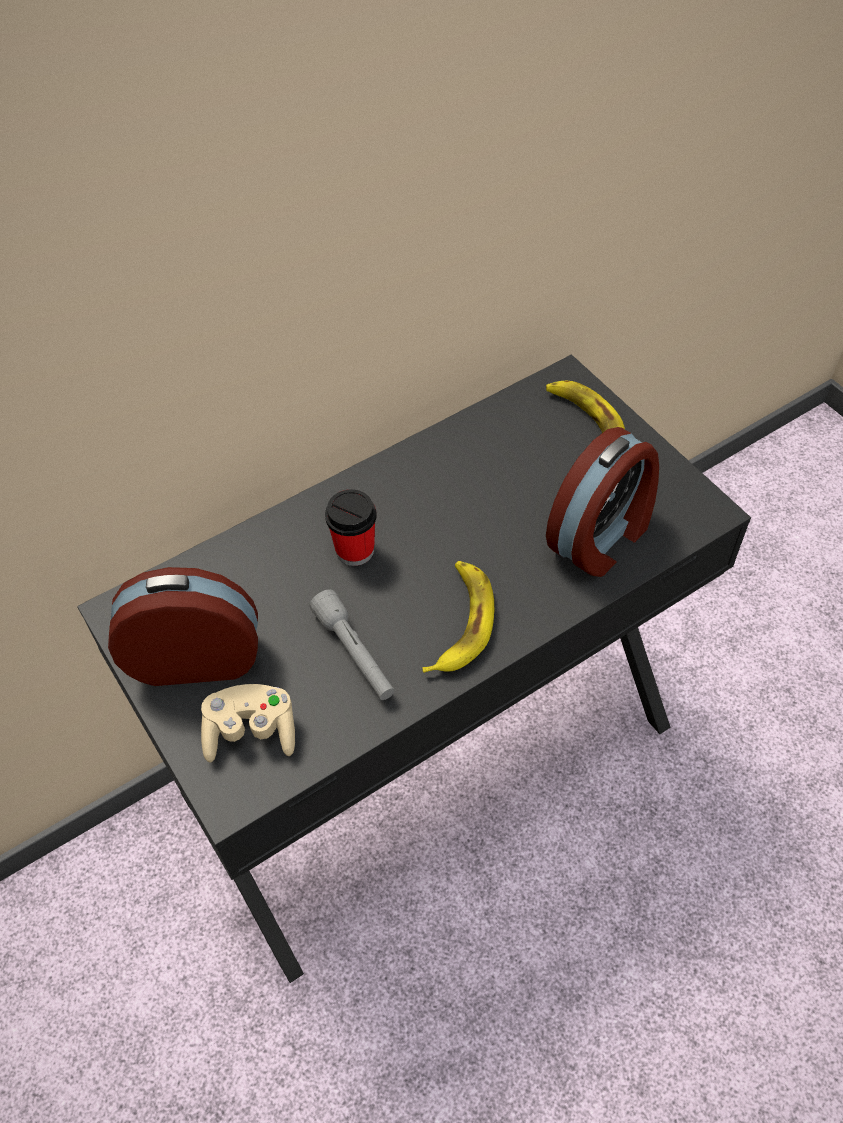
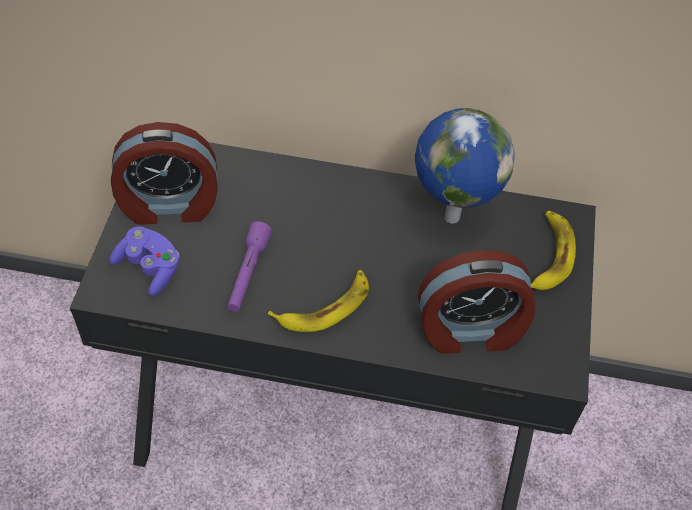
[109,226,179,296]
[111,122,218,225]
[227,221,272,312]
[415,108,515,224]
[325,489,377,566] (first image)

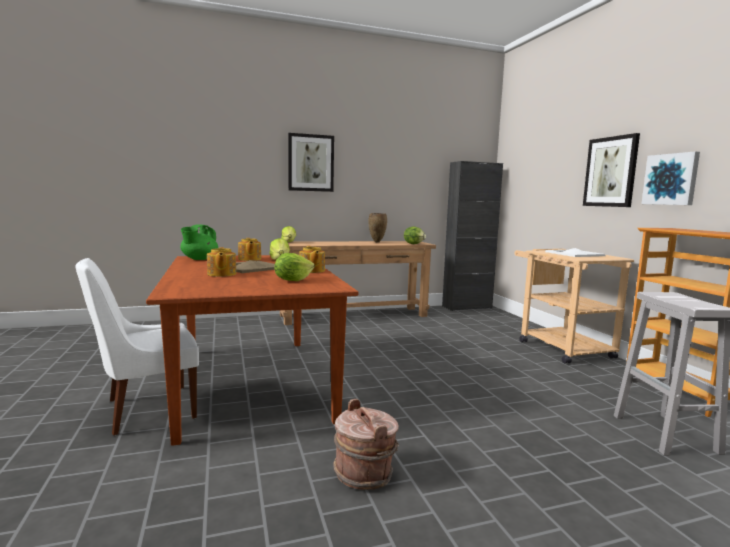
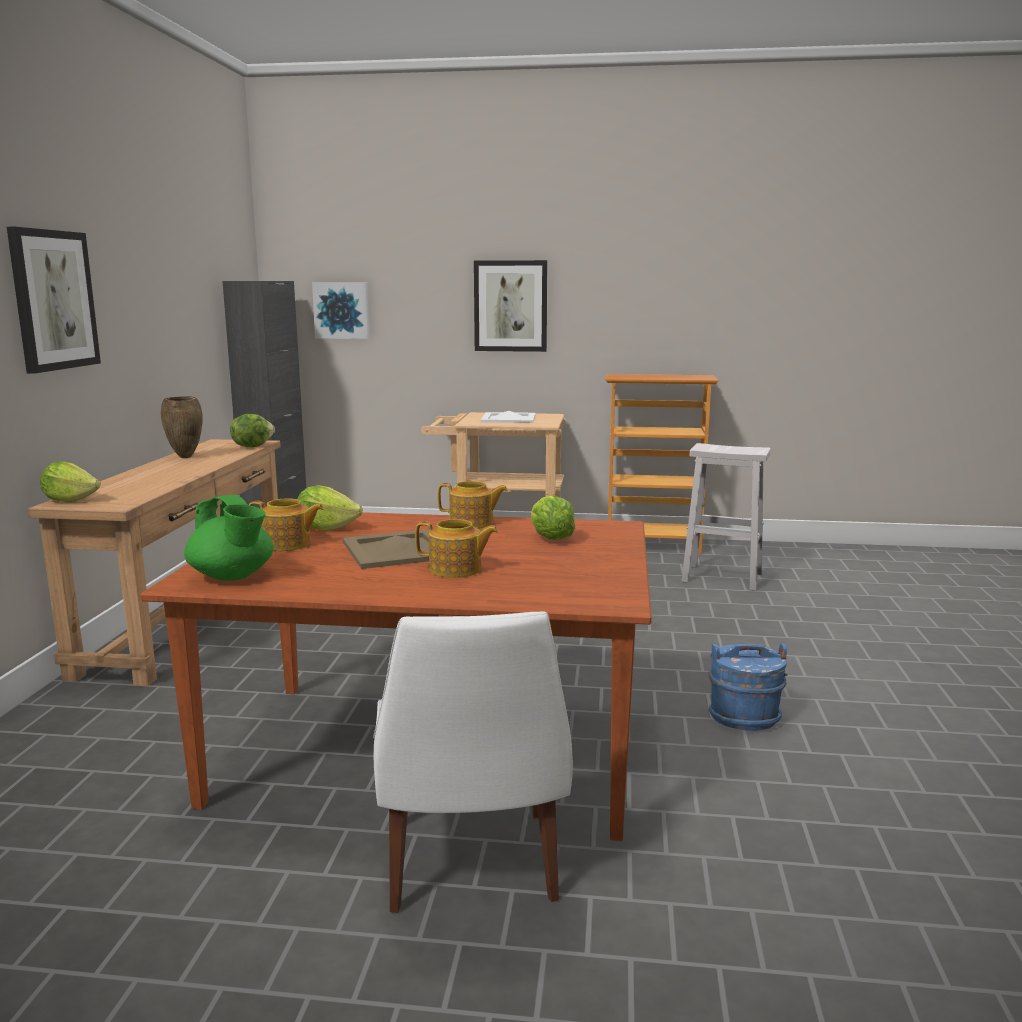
[312,283,370,339]
[709,643,788,731]

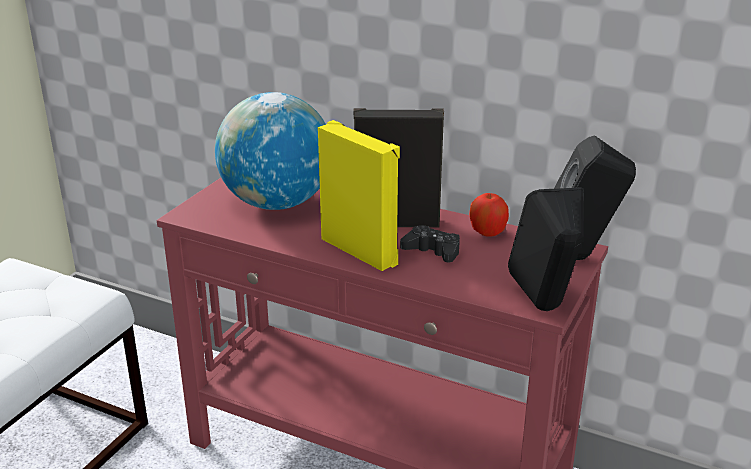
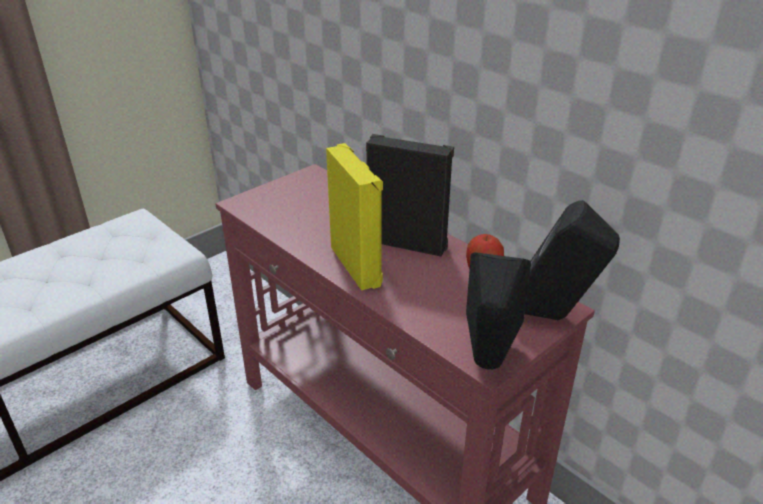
[215,92,326,210] (first image)
[400,225,460,262] (first image)

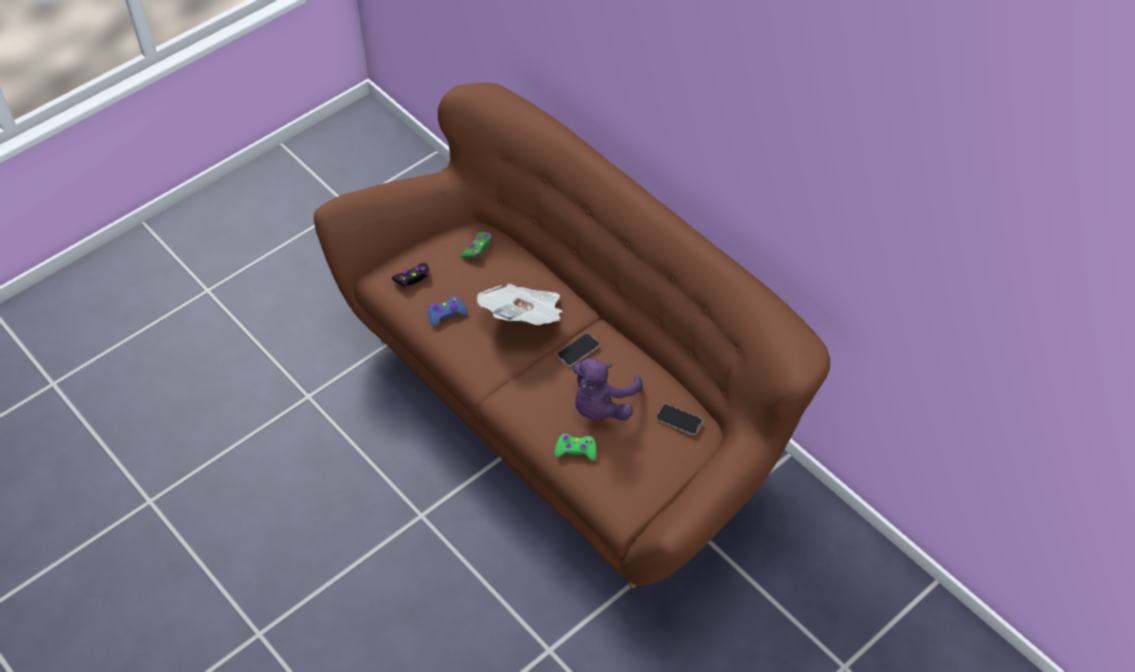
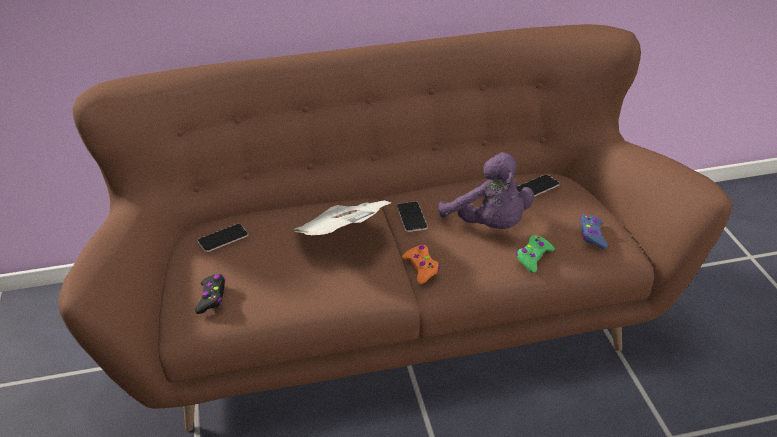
[198,224,248,252]
[402,245,440,284]
[580,214,608,249]

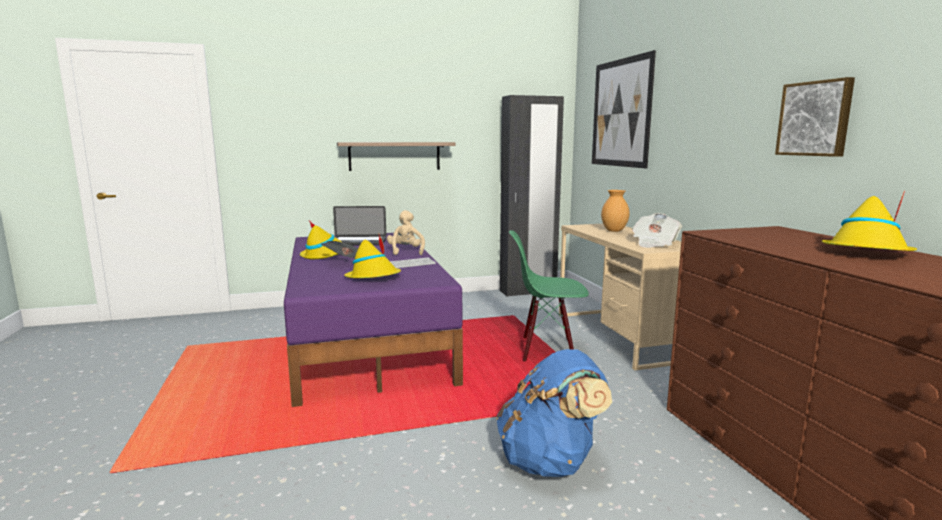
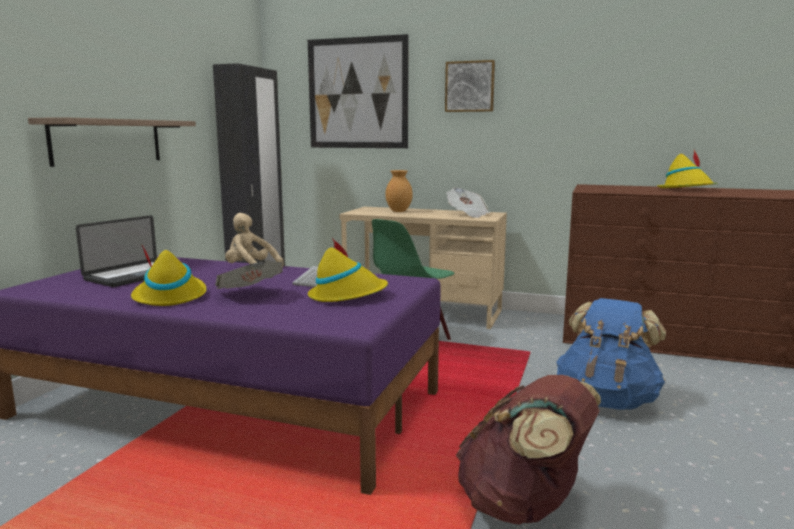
[445,60,495,112]
[456,375,601,525]

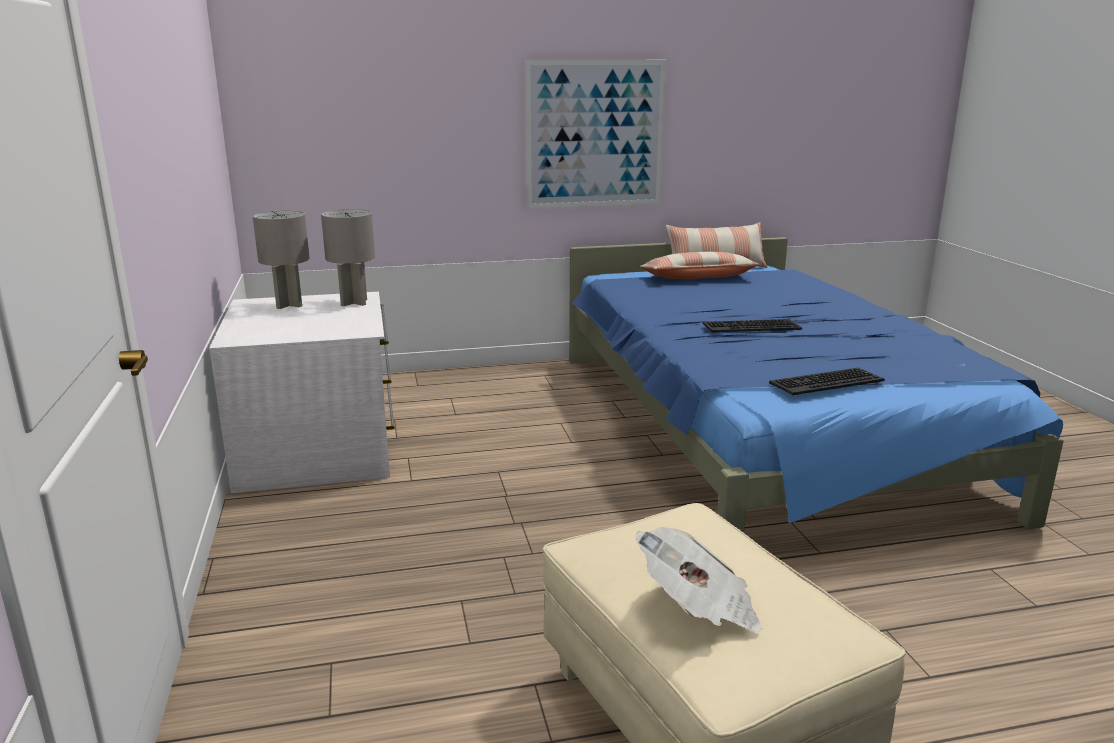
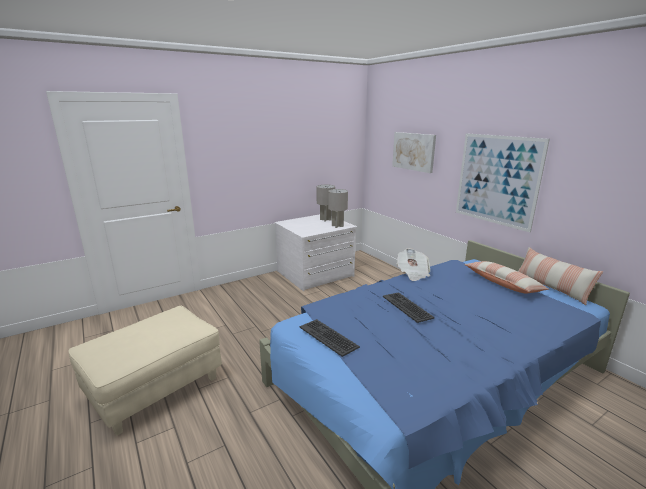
[392,132,436,173]
[397,248,430,281]

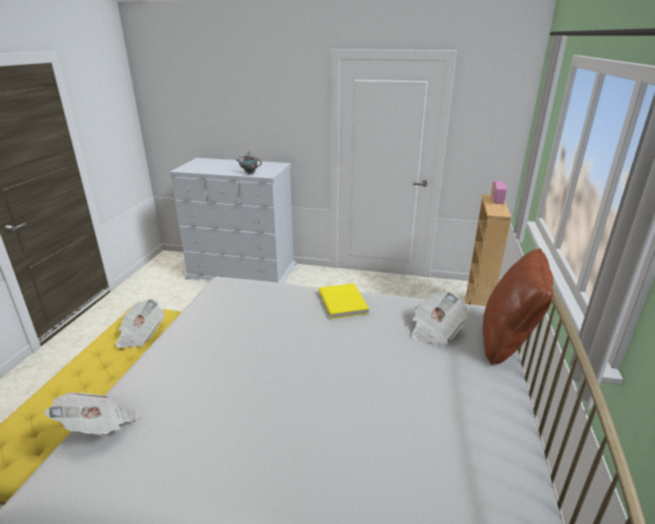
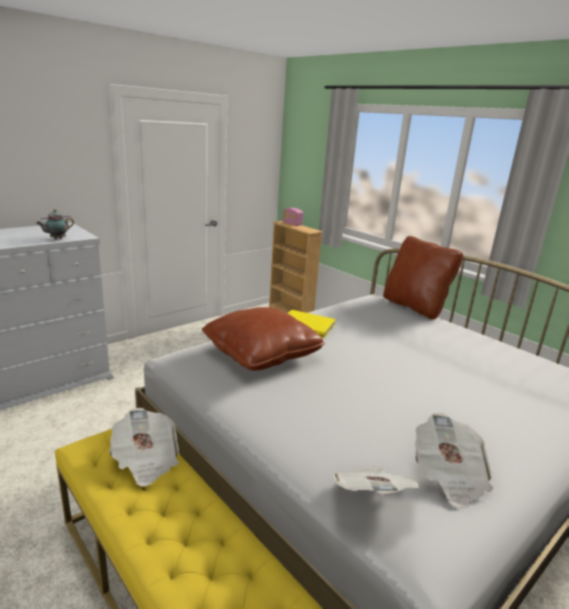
[202,307,325,371]
[415,413,493,508]

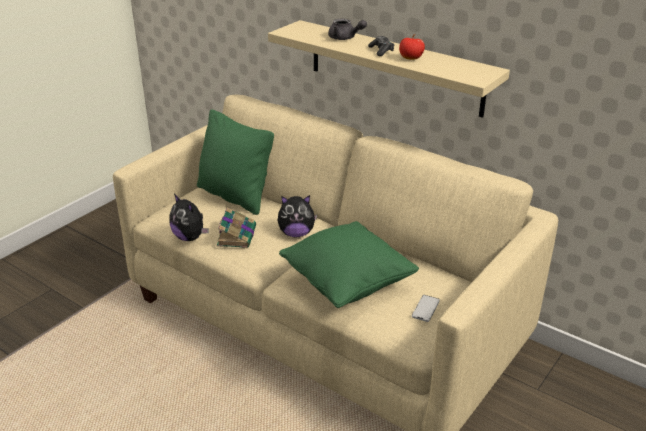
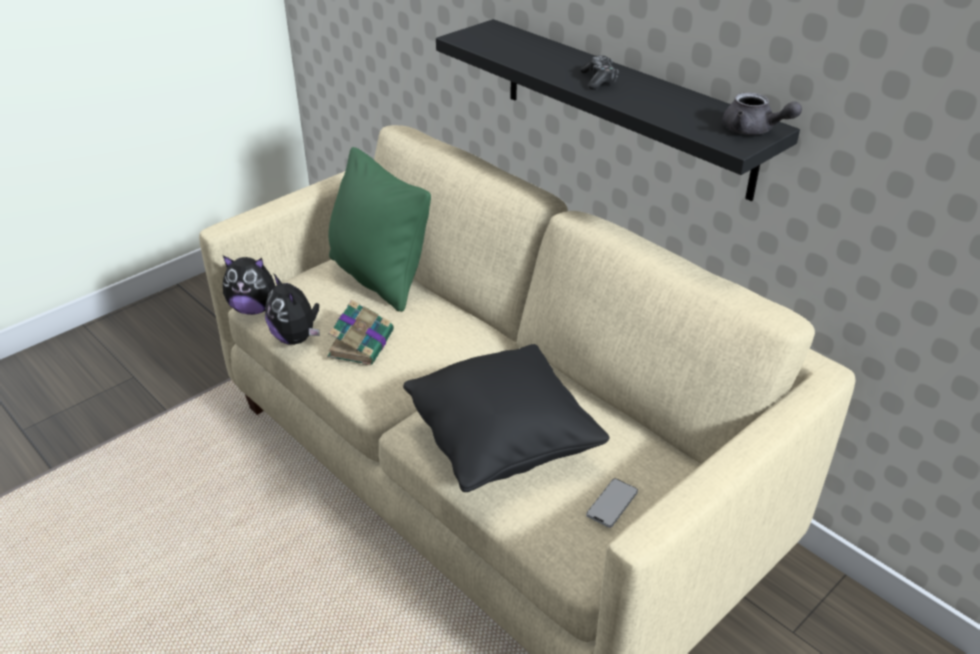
[223,256,276,315]
[403,344,610,492]
[436,19,800,201]
[722,92,802,135]
[399,34,425,60] (first image)

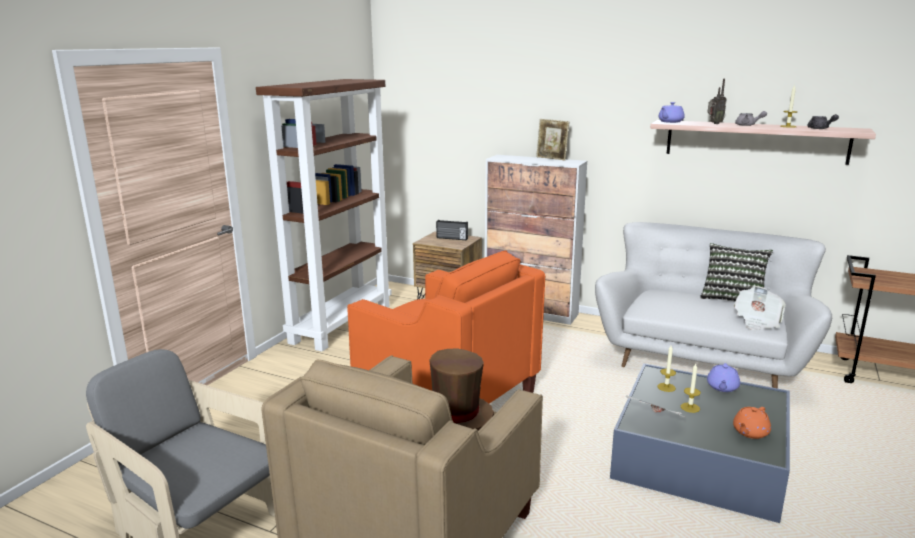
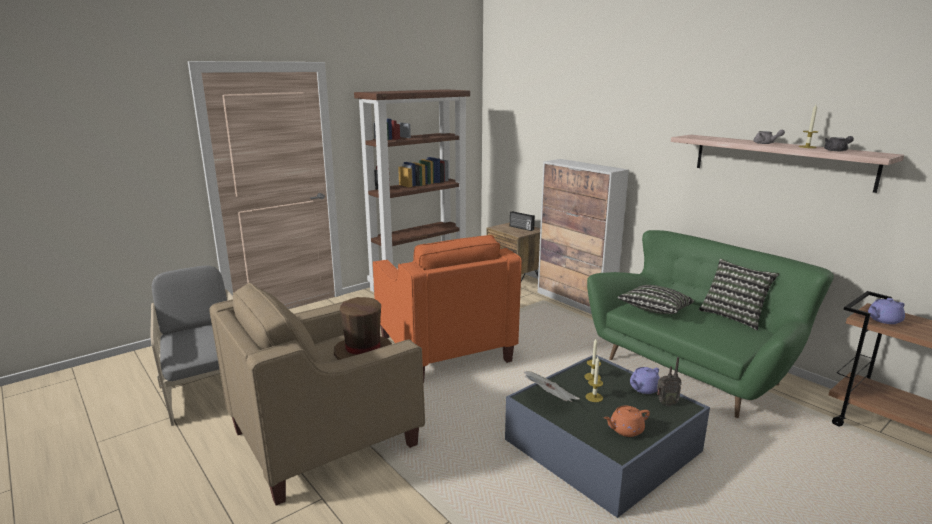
[587,230,834,418]
[617,285,694,314]
[657,357,682,406]
[868,298,905,324]
[536,119,569,161] (first image)
[734,286,786,330] (first image)

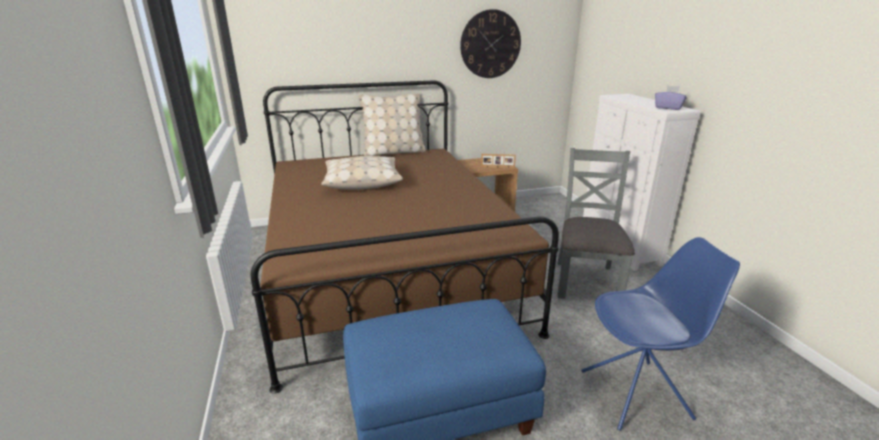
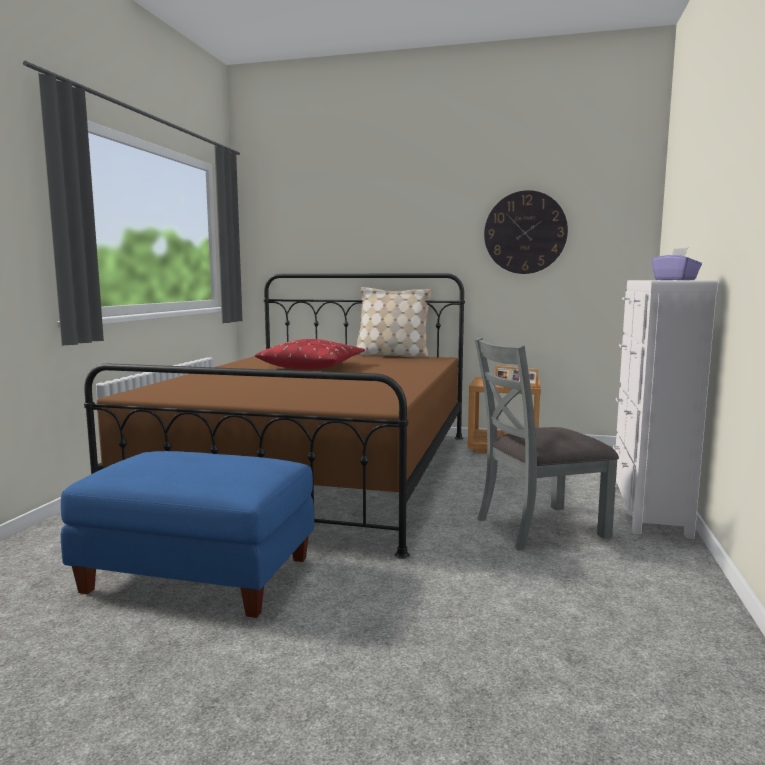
[255,339,365,370]
[475,337,619,551]
[581,237,740,431] (first image)

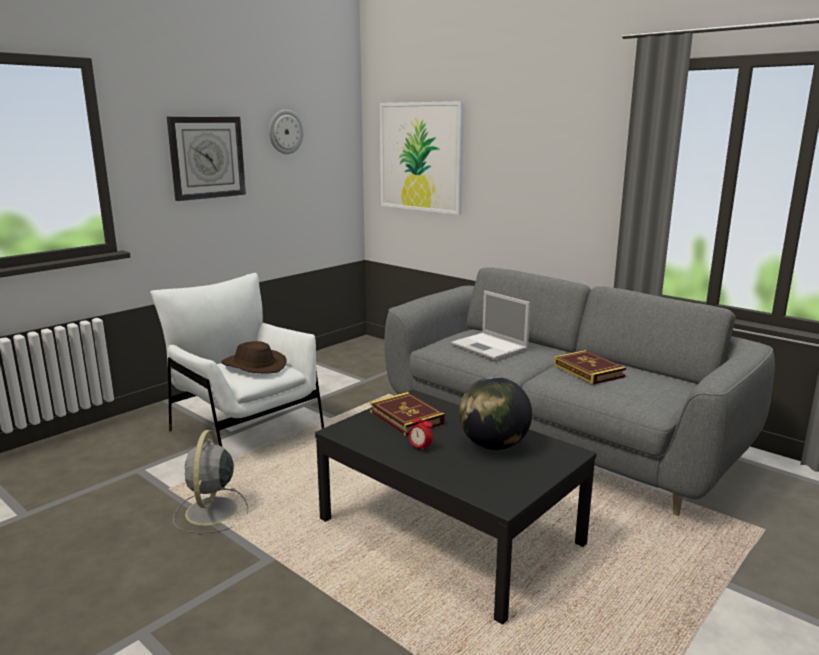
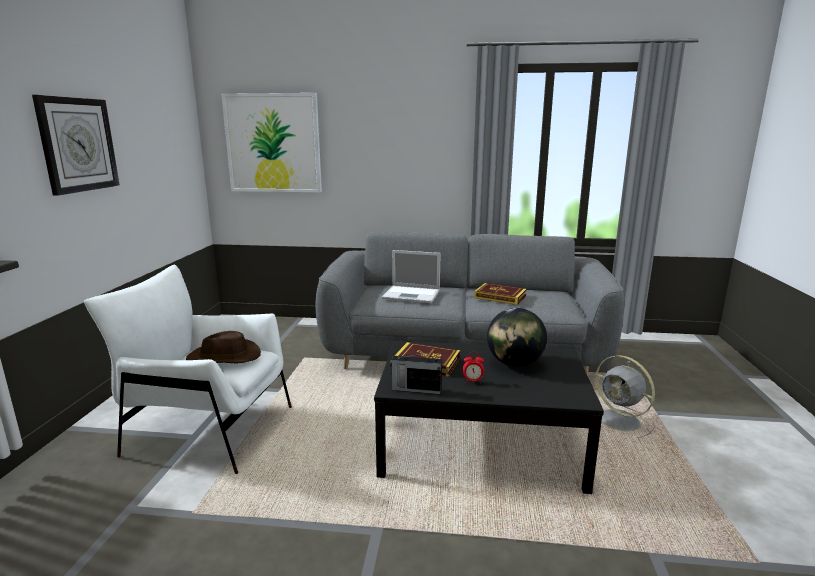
[390,352,442,394]
[595,355,655,438]
[269,110,304,154] (first image)

